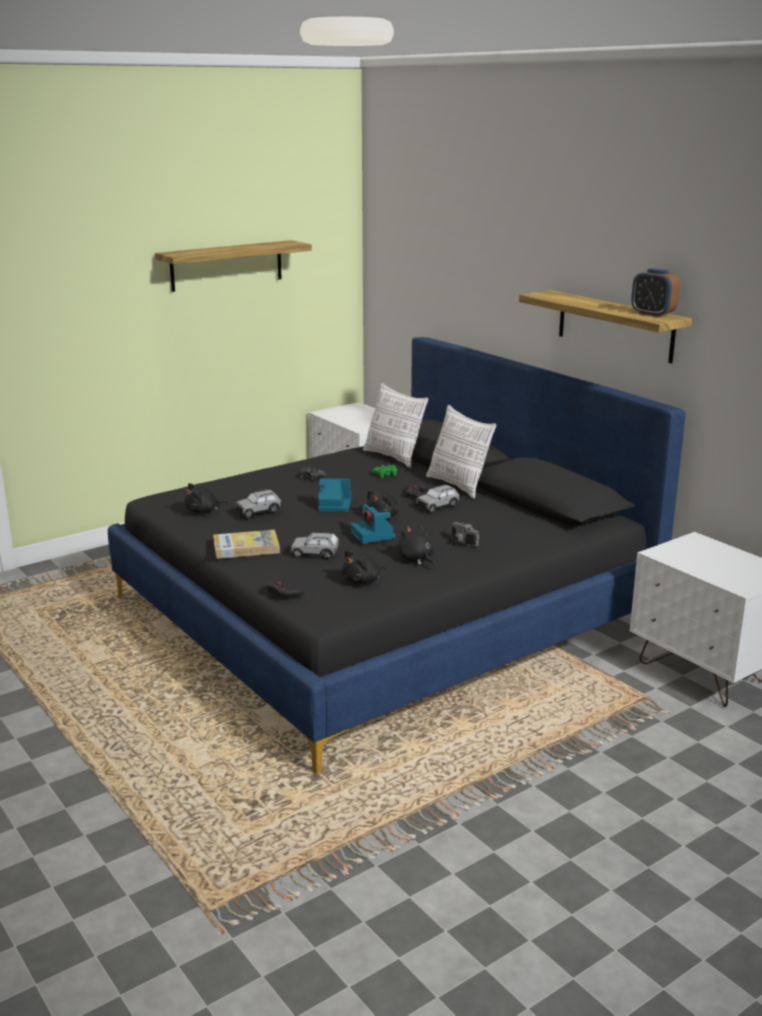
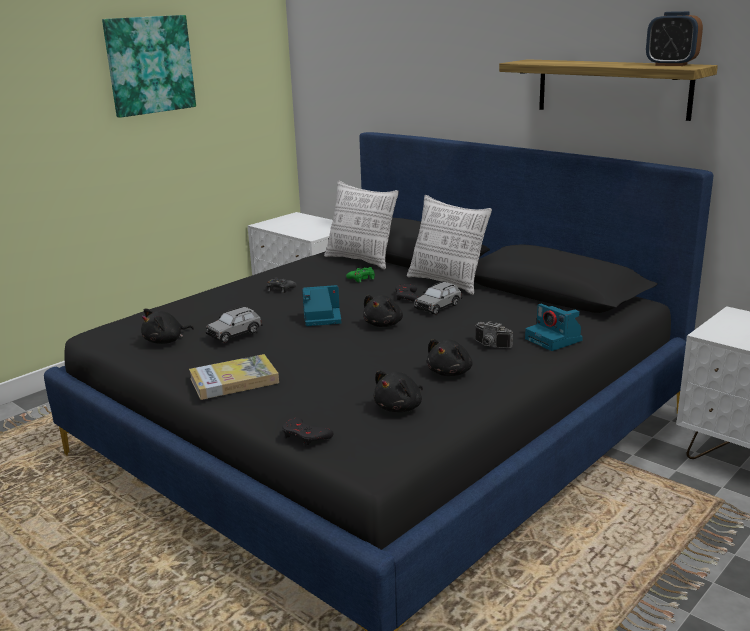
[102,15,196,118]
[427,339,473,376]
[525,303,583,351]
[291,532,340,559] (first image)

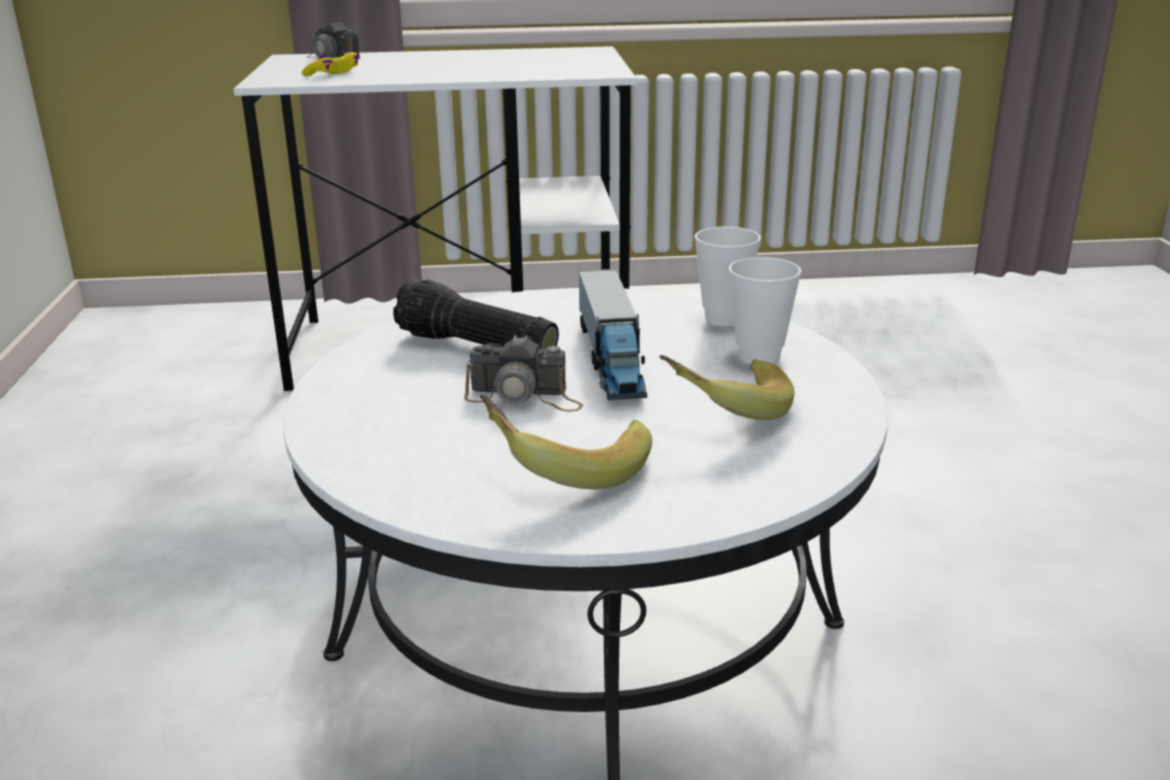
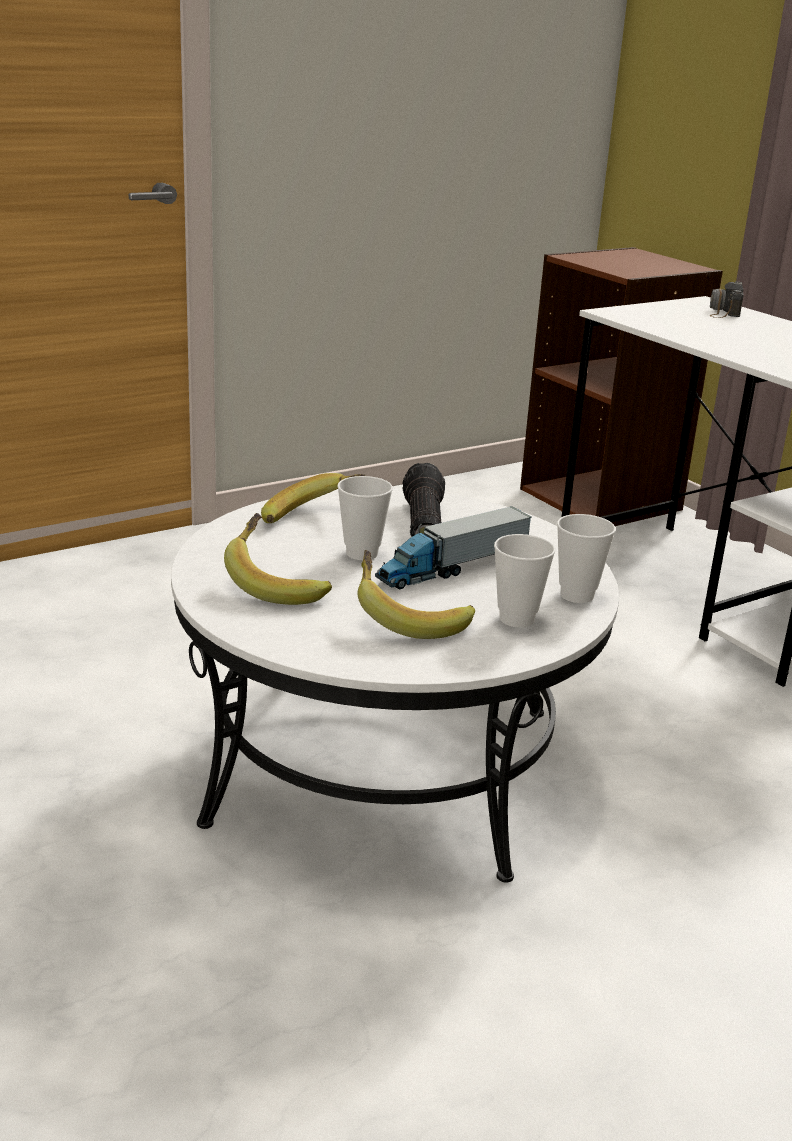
[261,473,365,523]
[337,476,393,560]
[520,247,723,526]
[301,50,360,76] (first image)

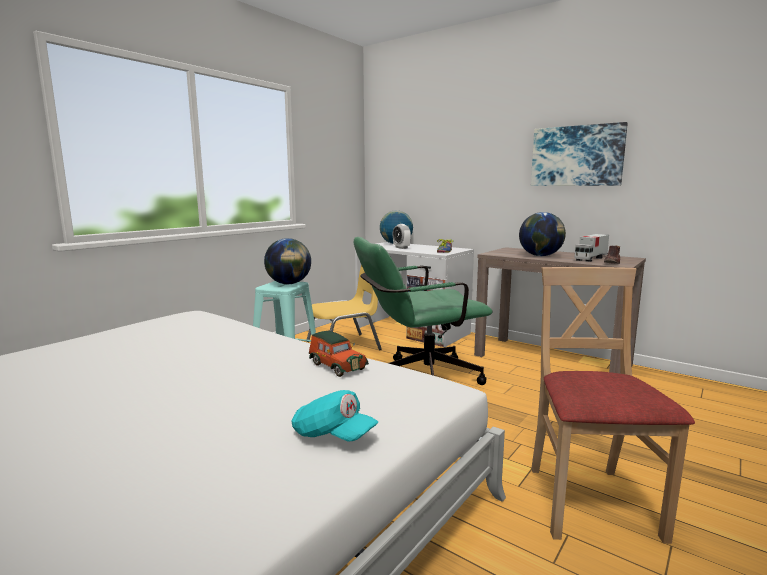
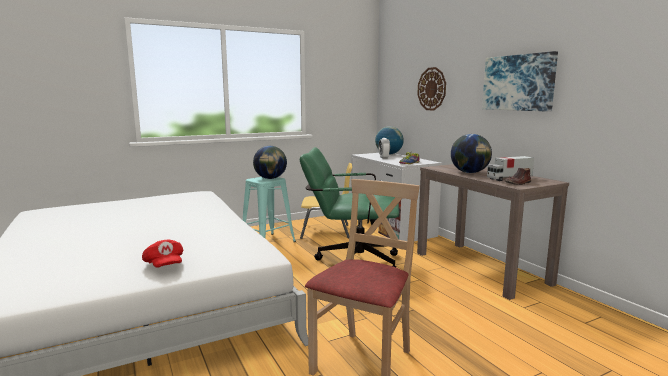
[142,239,183,268]
[417,67,446,110]
[309,330,369,377] (first image)

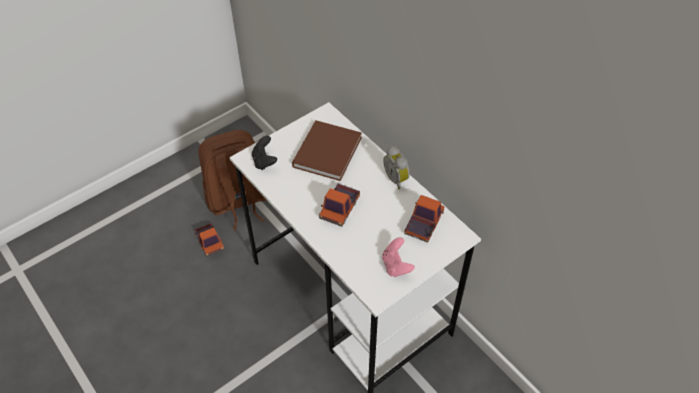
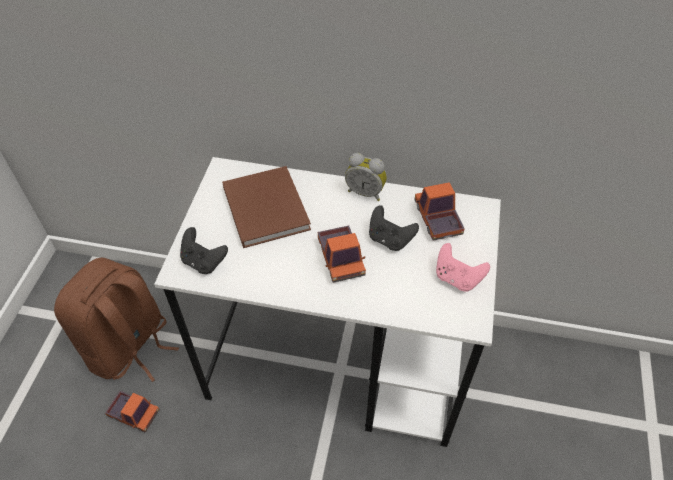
[369,205,419,251]

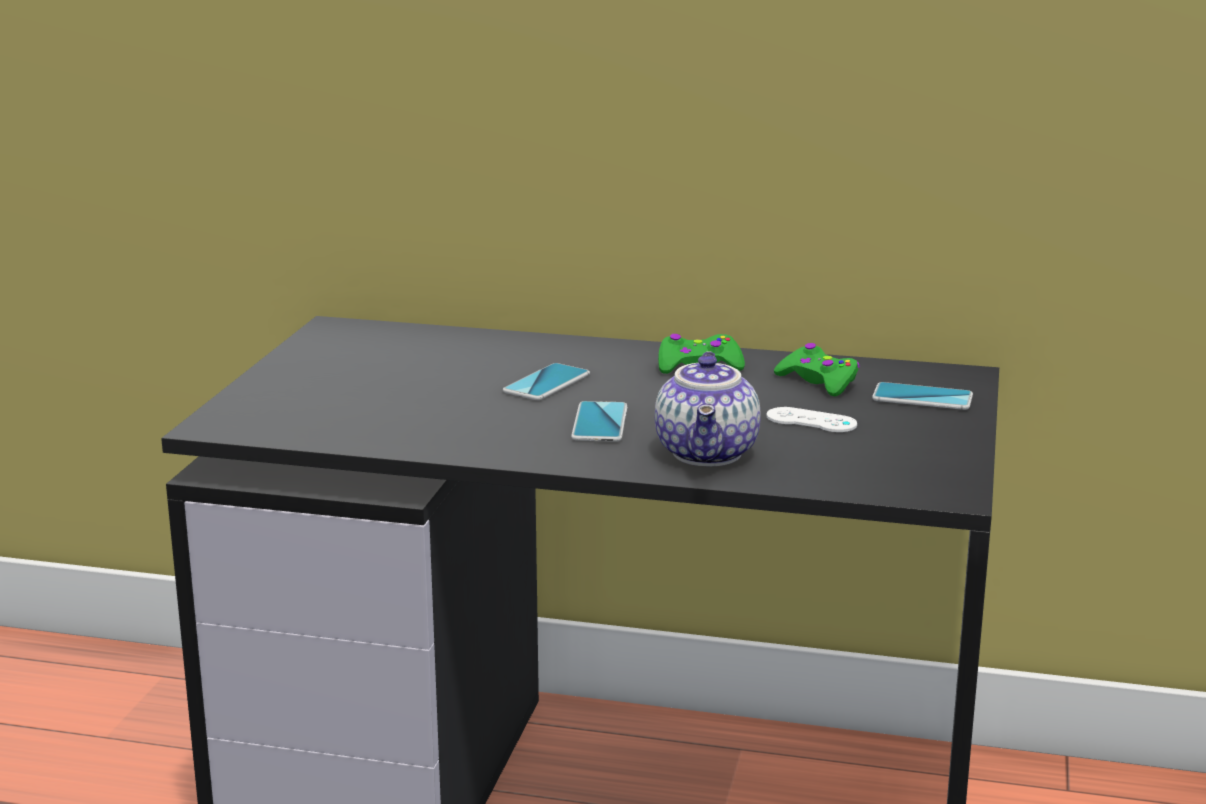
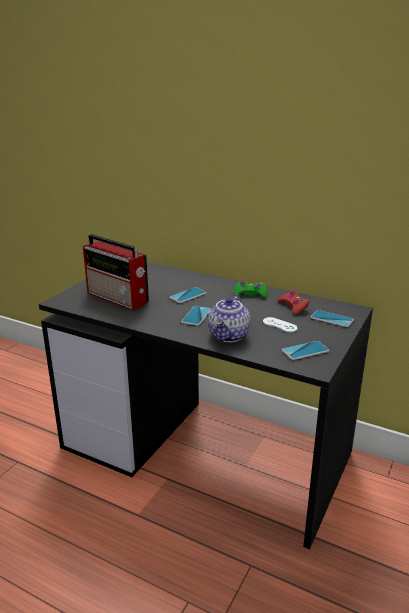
[83,234,149,311]
[277,290,309,315]
[282,341,329,360]

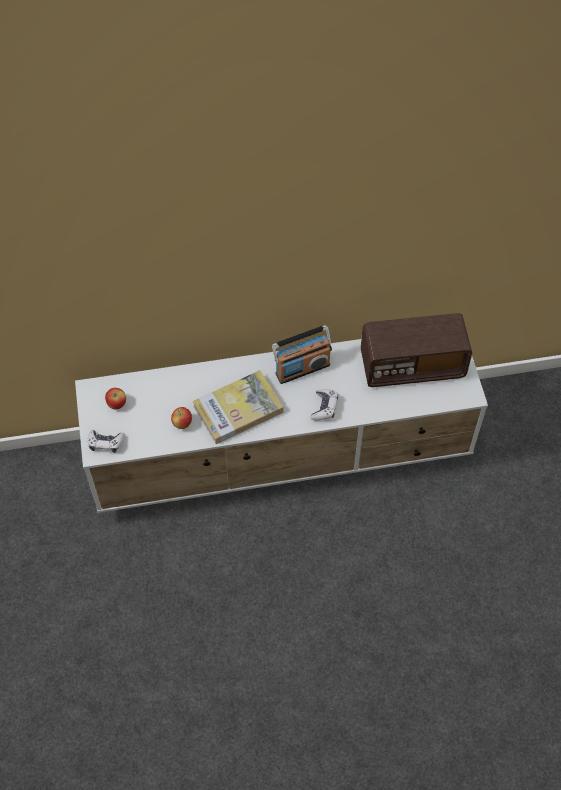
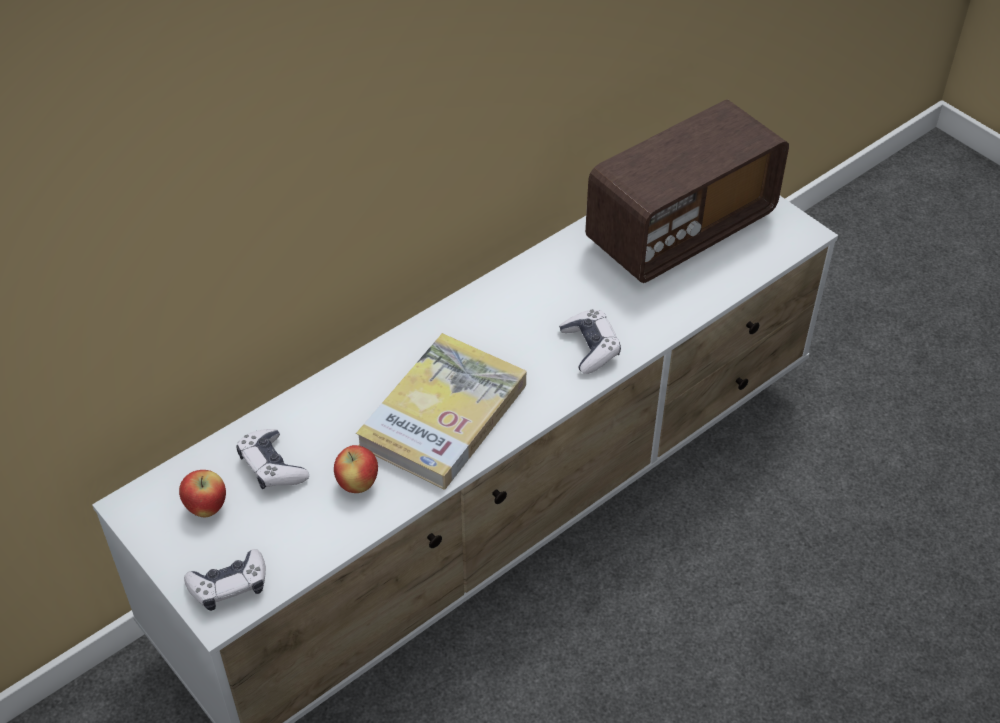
[237,429,309,489]
[272,325,332,384] (first image)

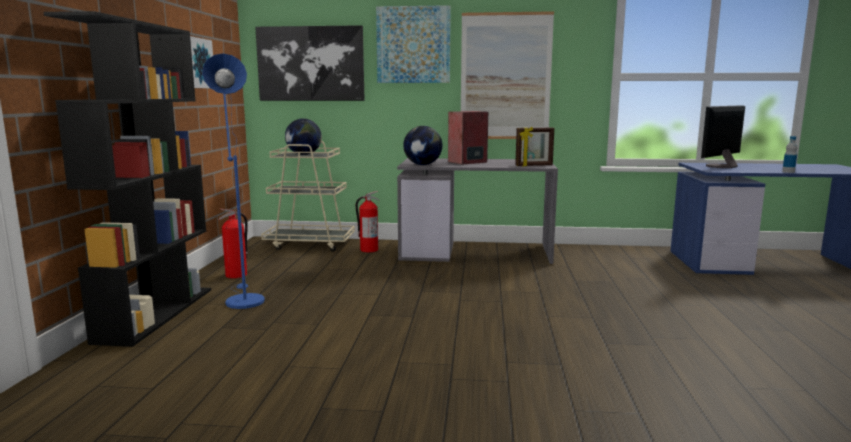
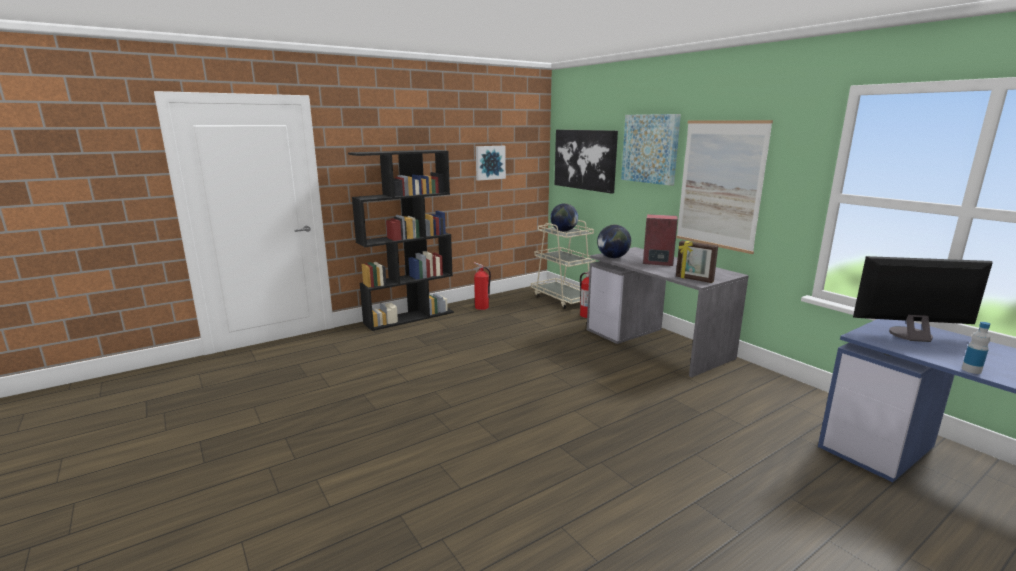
[202,54,265,309] (first image)

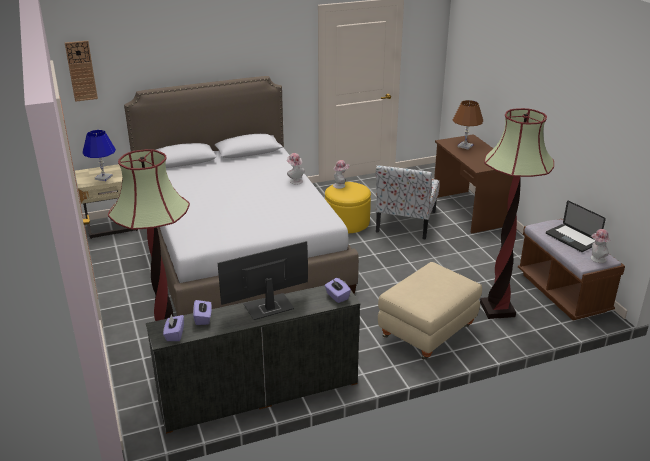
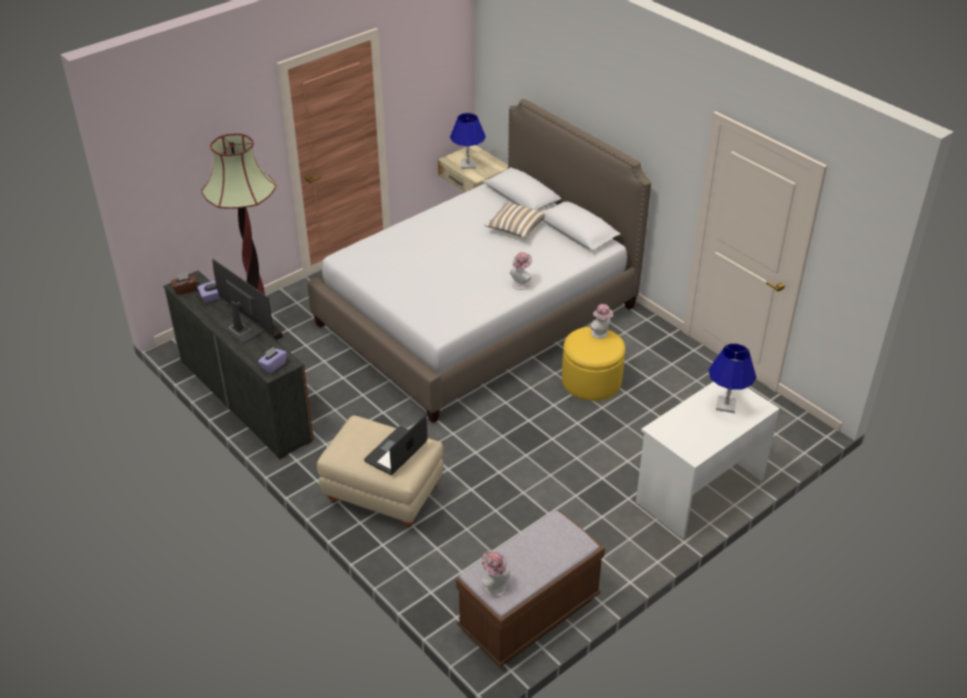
[171,272,197,295]
[364,414,428,475]
[484,202,545,239]
[636,382,780,539]
[708,344,756,413]
[65,41,98,102] (first image)
[376,166,439,239] (first image)
[480,108,554,319] (first image)

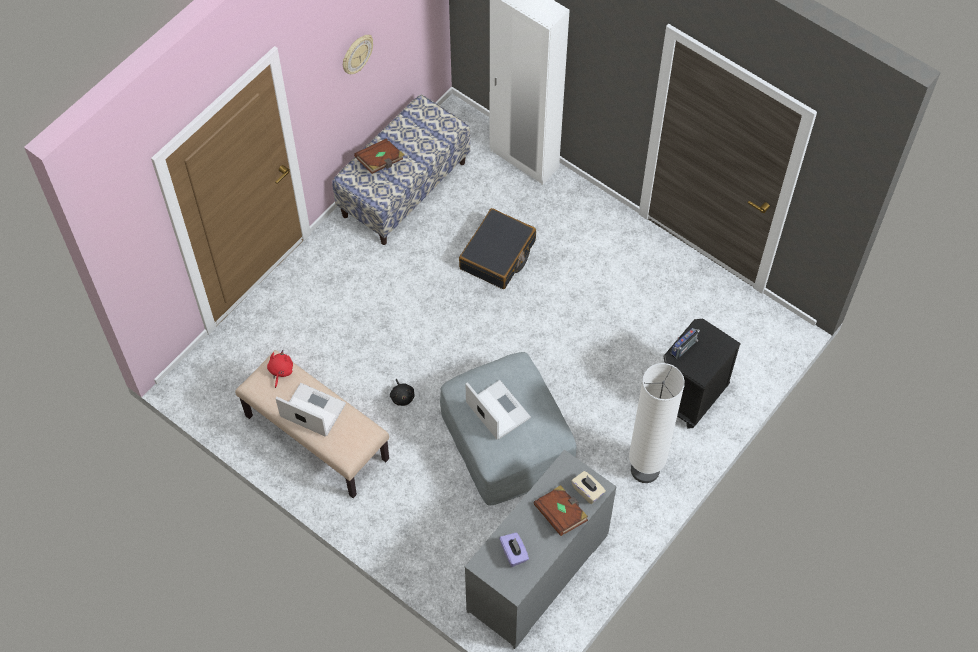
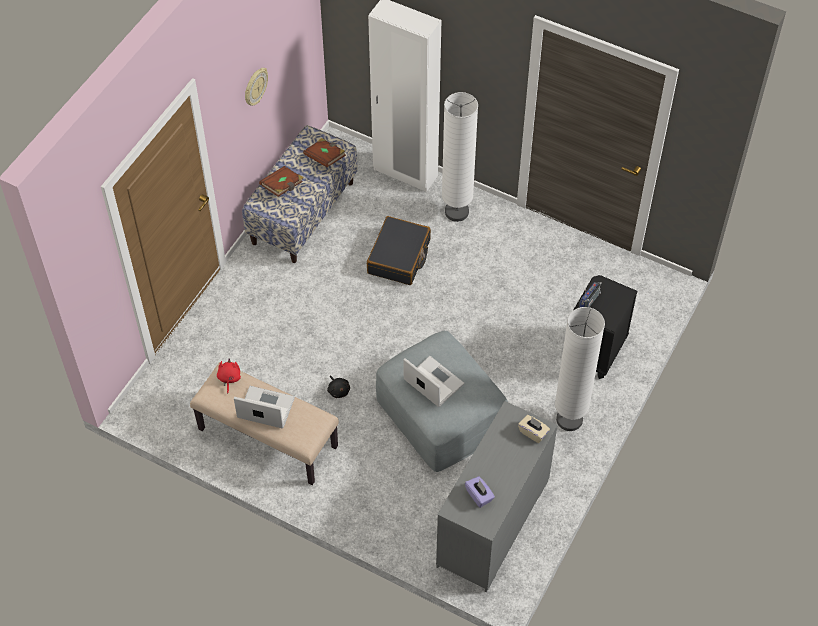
[303,138,346,167]
[442,92,478,222]

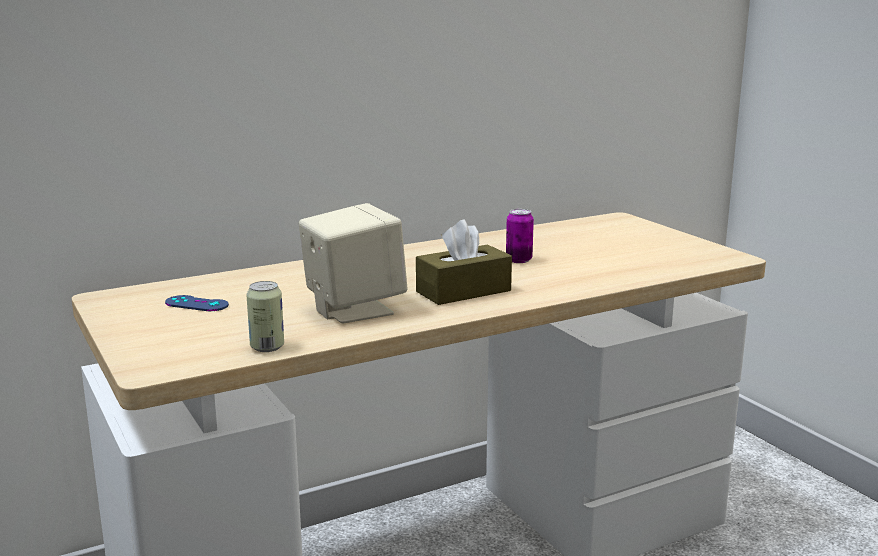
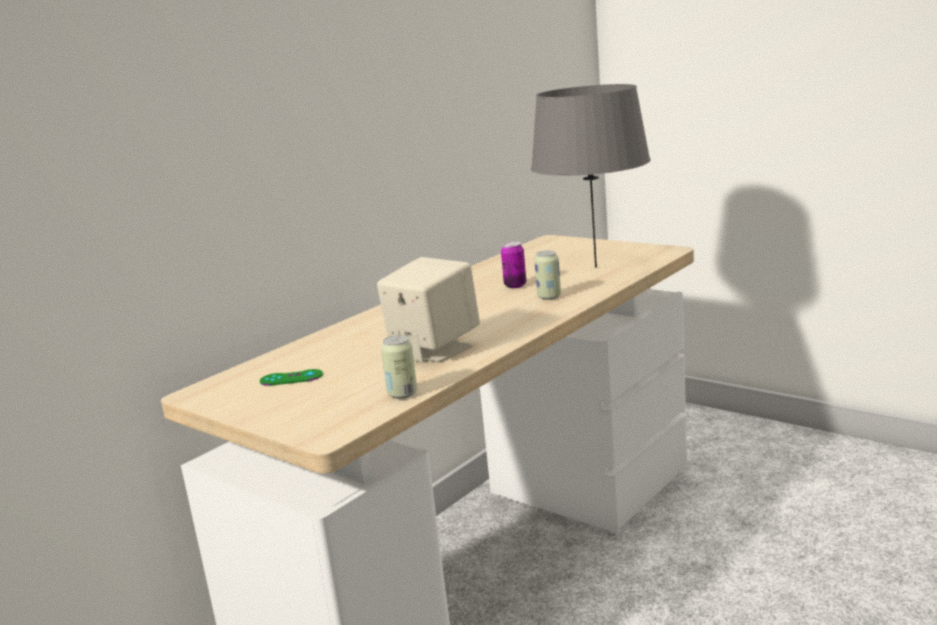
[260,369,323,386]
[531,84,651,268]
[534,251,561,300]
[416,220,512,305] (first image)

